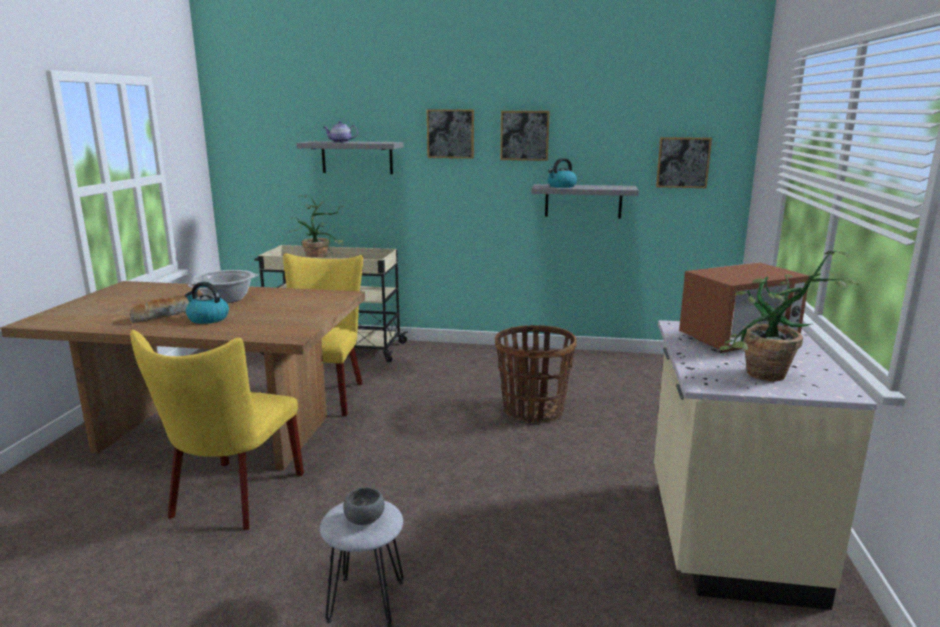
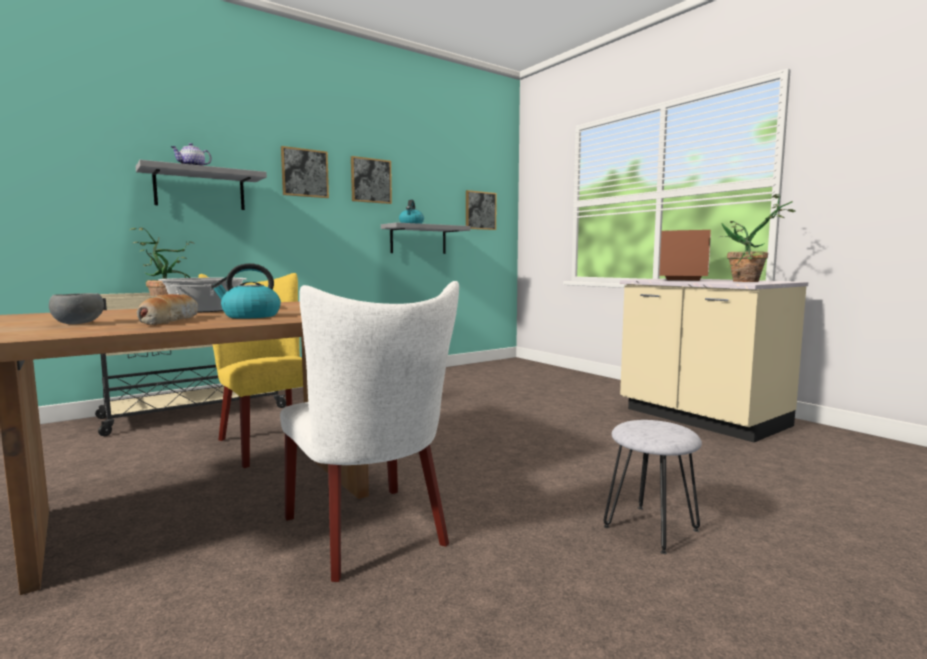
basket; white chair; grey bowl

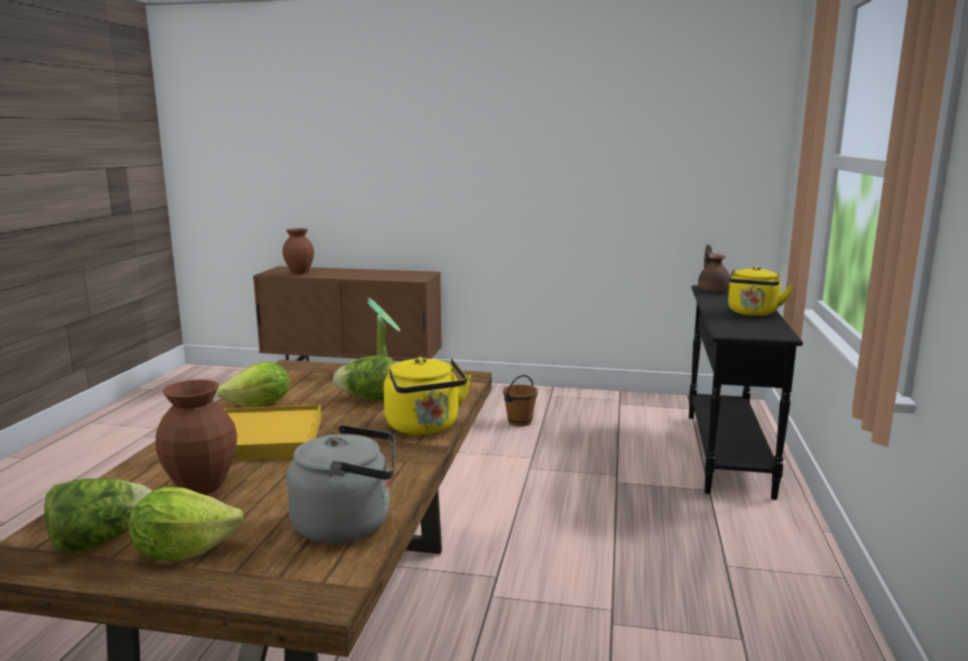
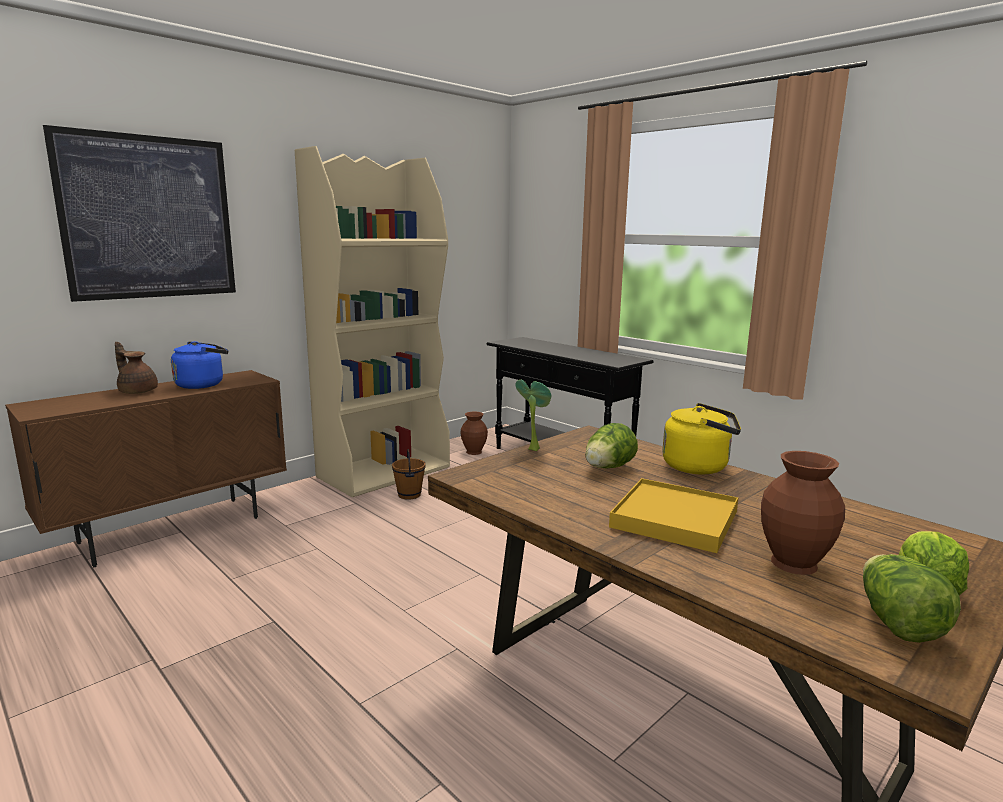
brown vase (1st from left); brown teapot; yellow kettle (2nd from left in the first image); lettuce (3rd from left in the first image); grey kettle; picture; beige bookcase; blue kettle

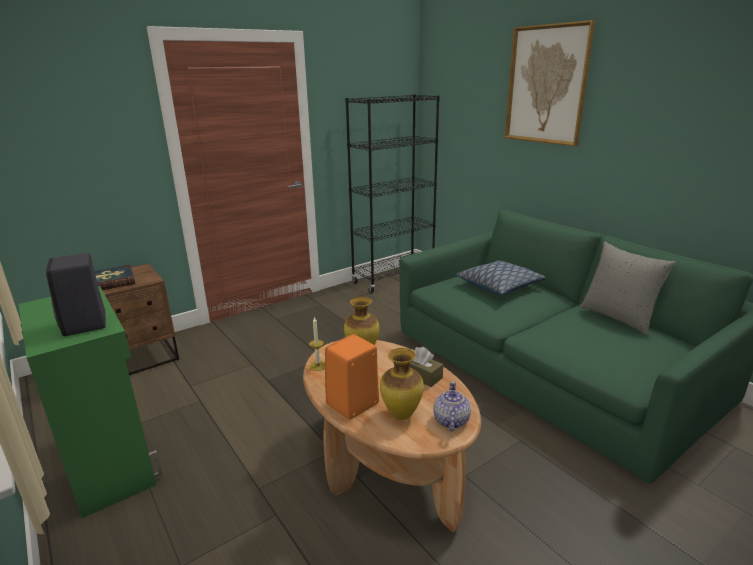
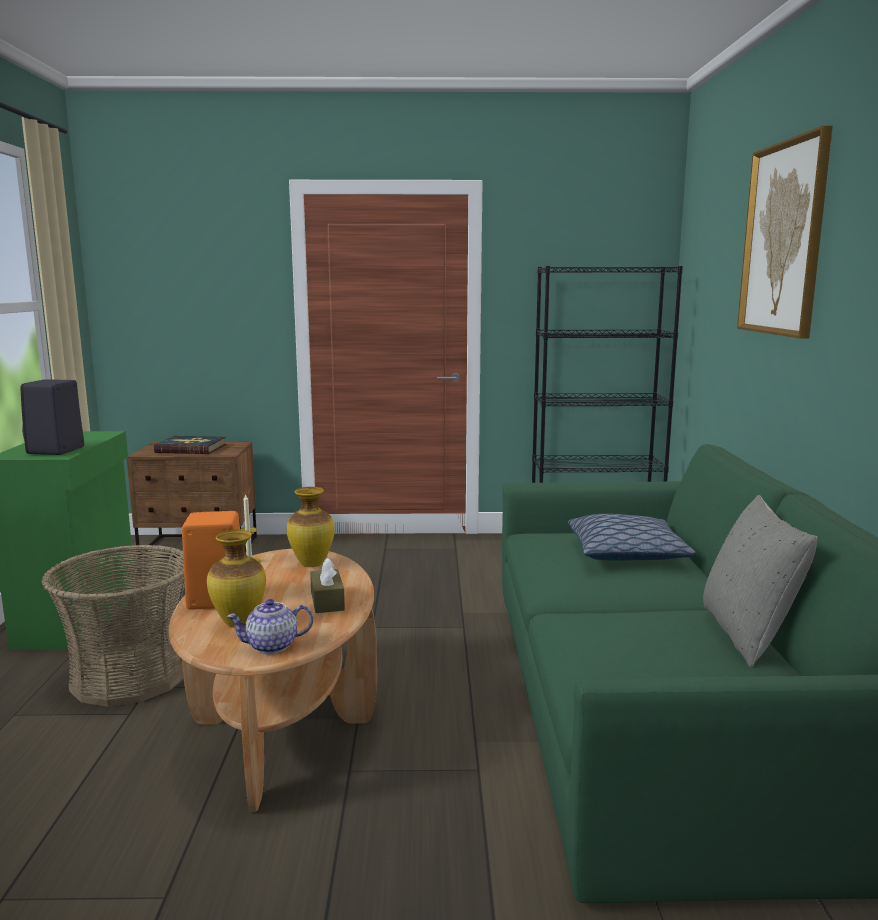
teapot; basket

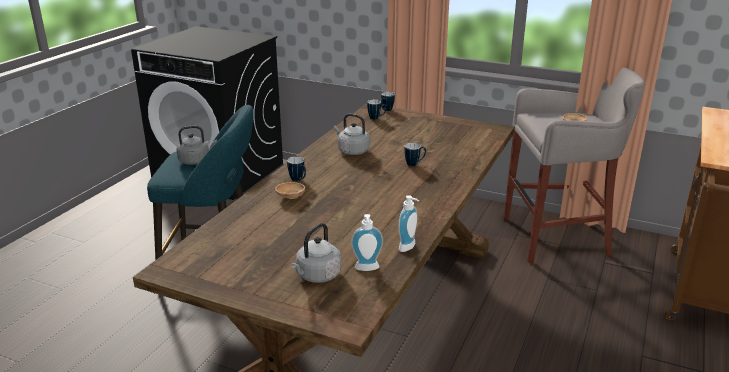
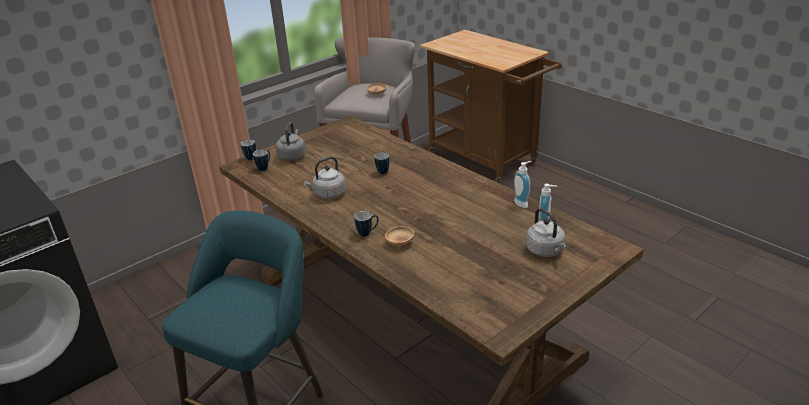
grey kettle (1st from left)

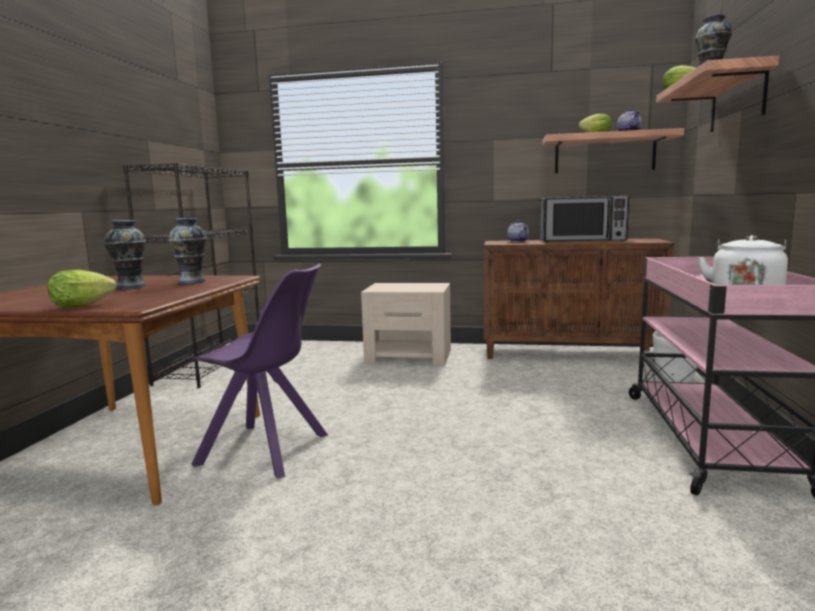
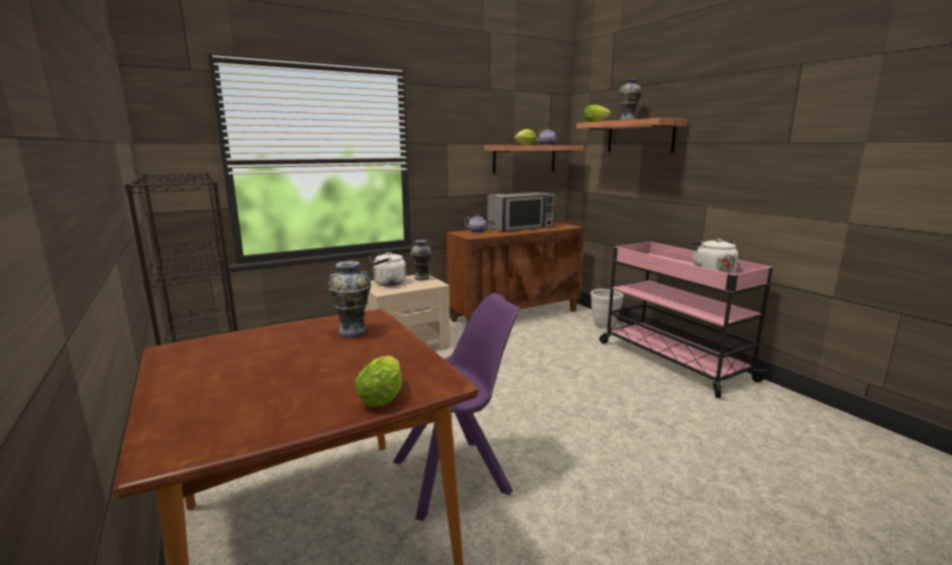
vase (2nd from left); white kettle (1st from left)

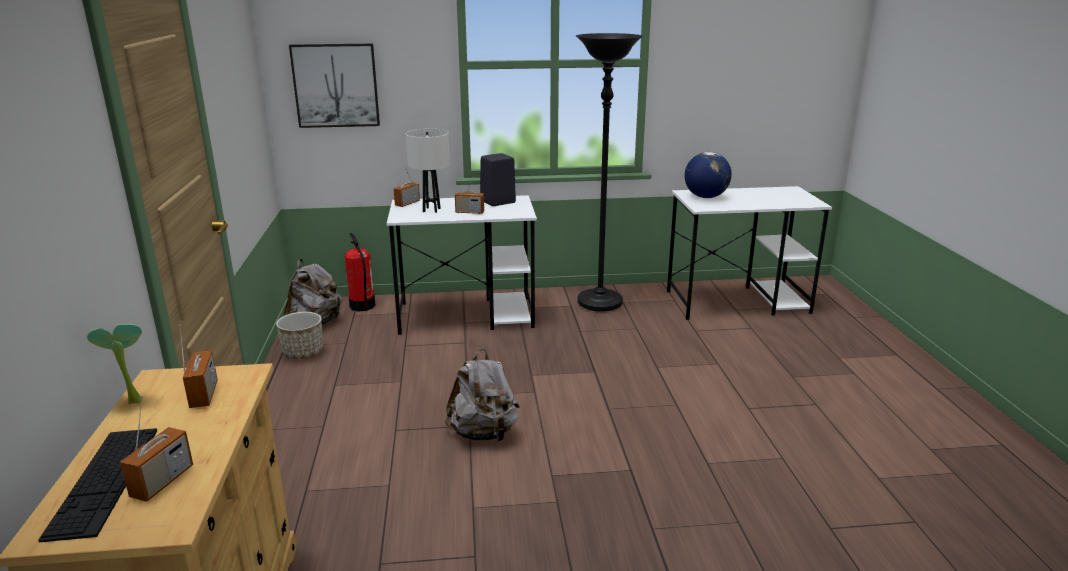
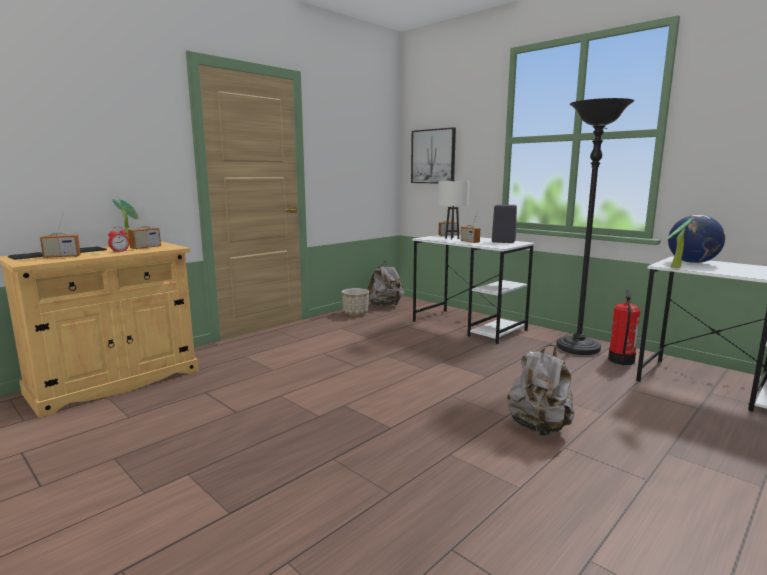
fire extinguisher; grey backpack (2nd from left); potted plant (2nd from left); alarm clock

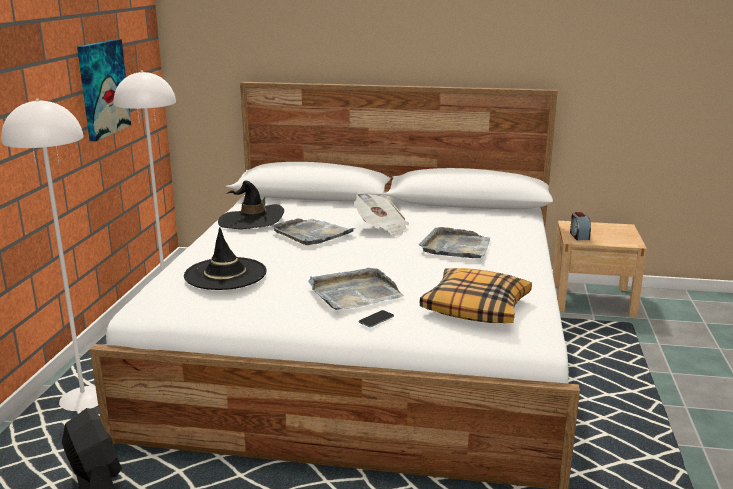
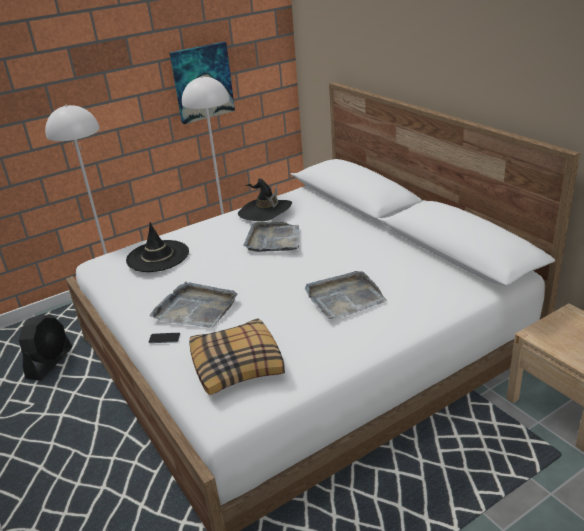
newspaper; alarm clock

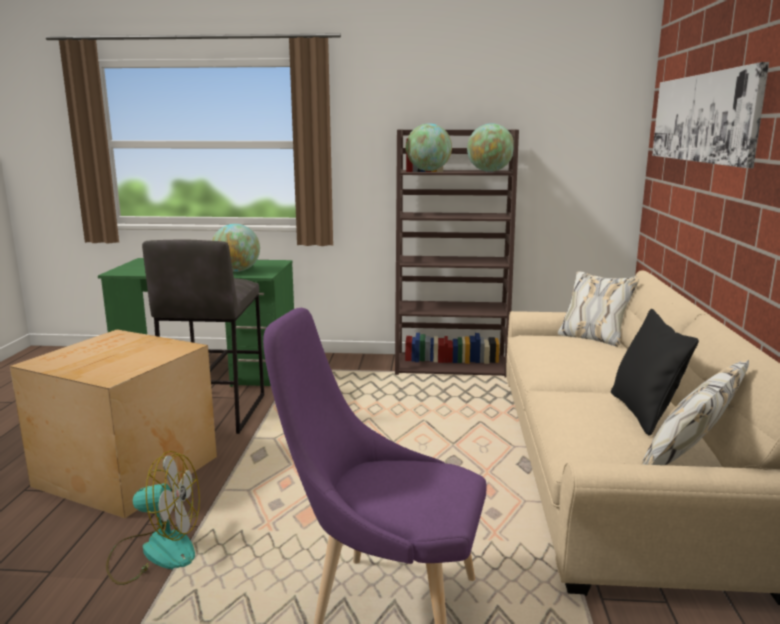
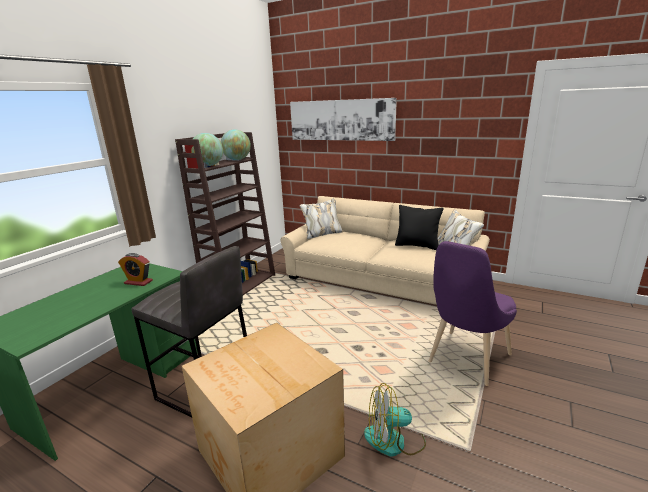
alarm clock; fan

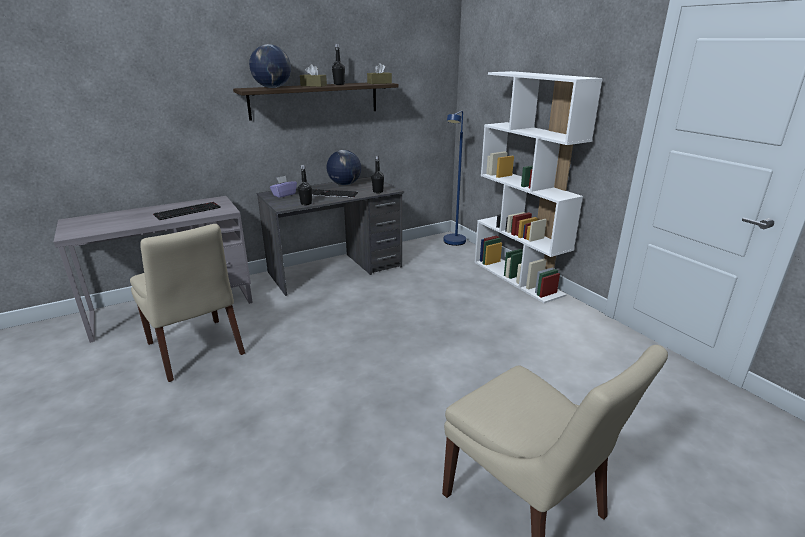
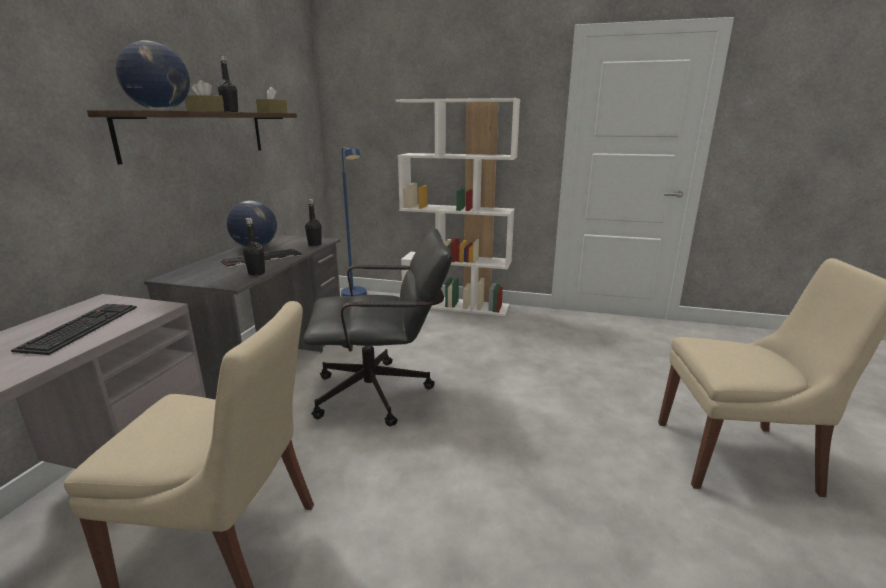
purple tissue box; black office chair

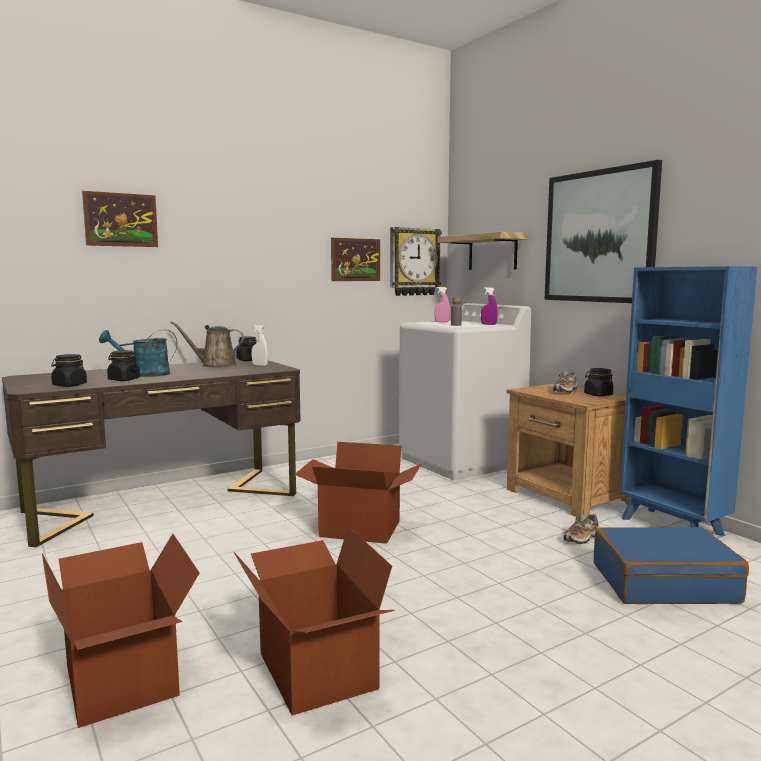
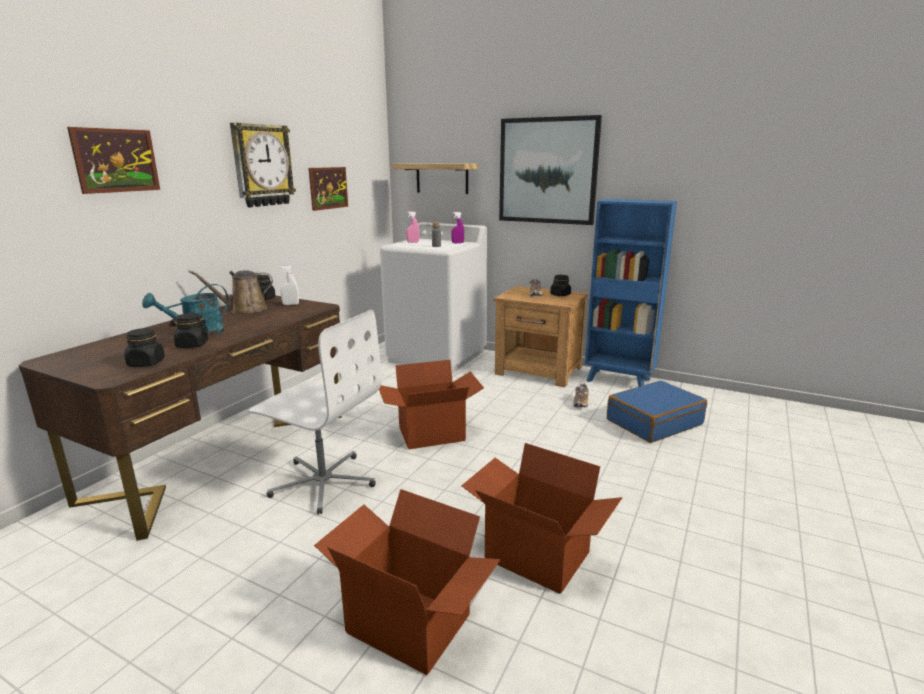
wall clock; white office chair

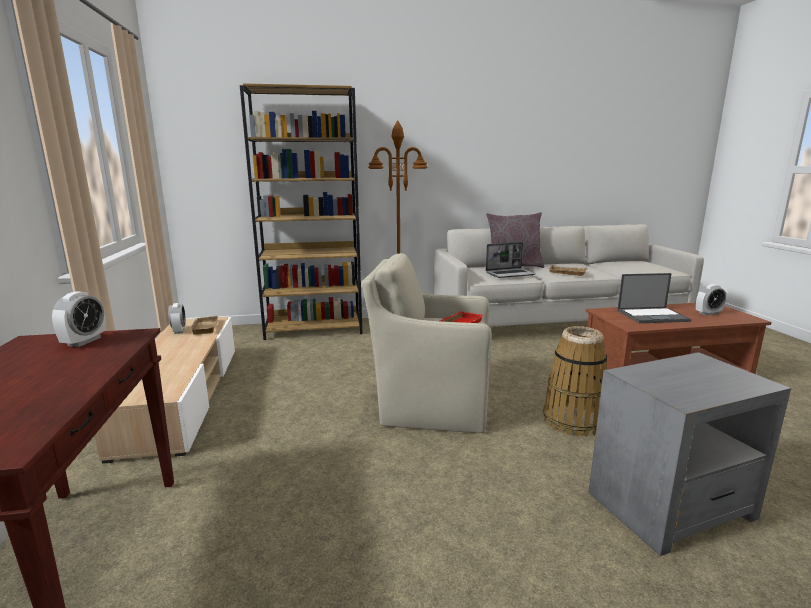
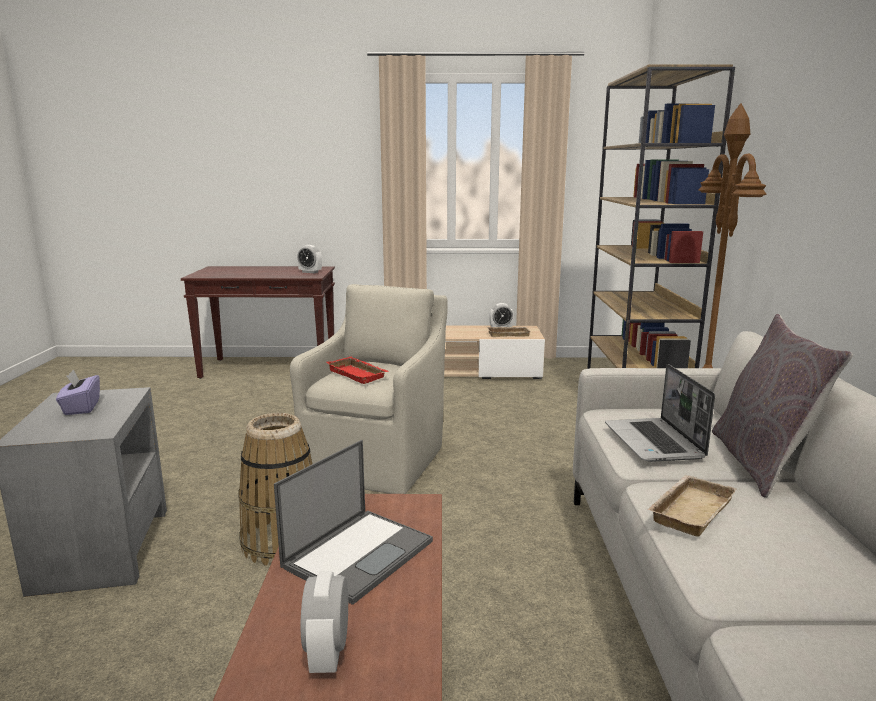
laptop (1st from left); purple tissue box

